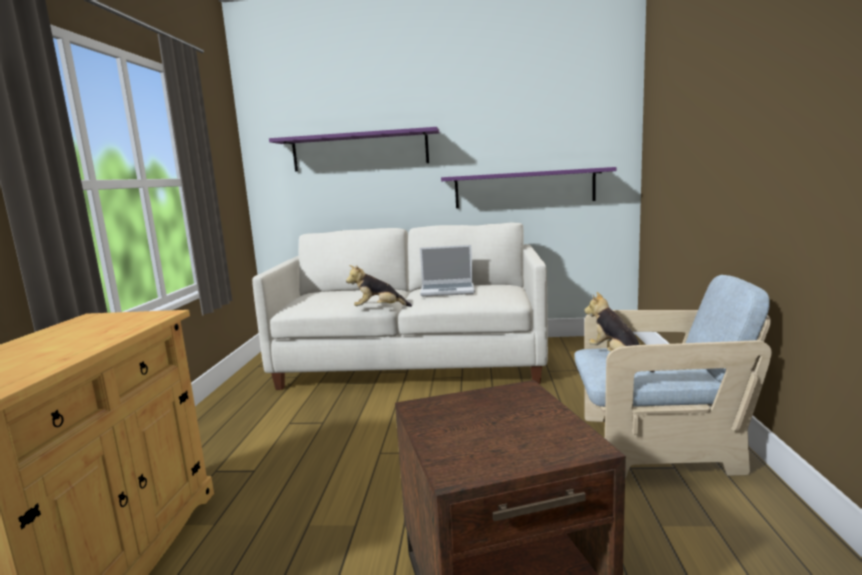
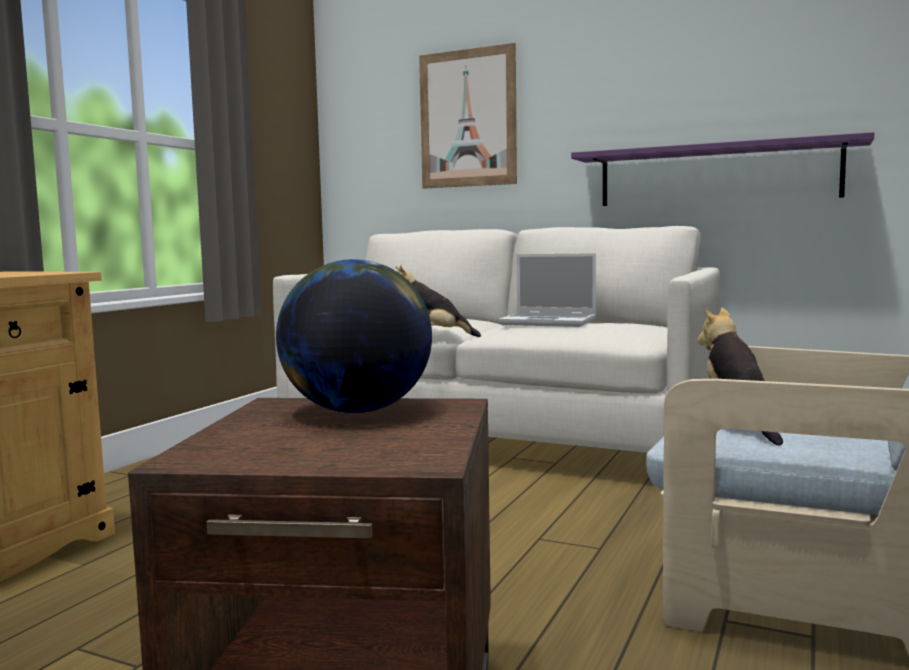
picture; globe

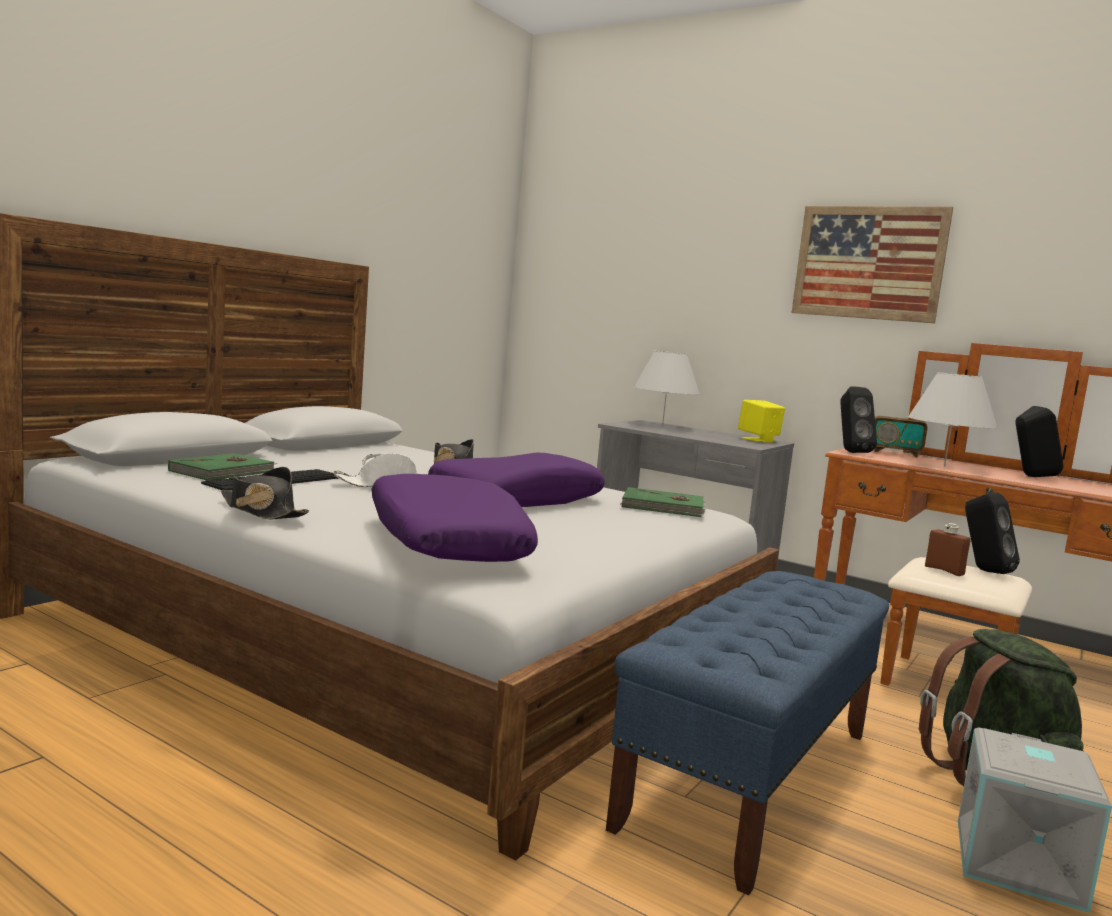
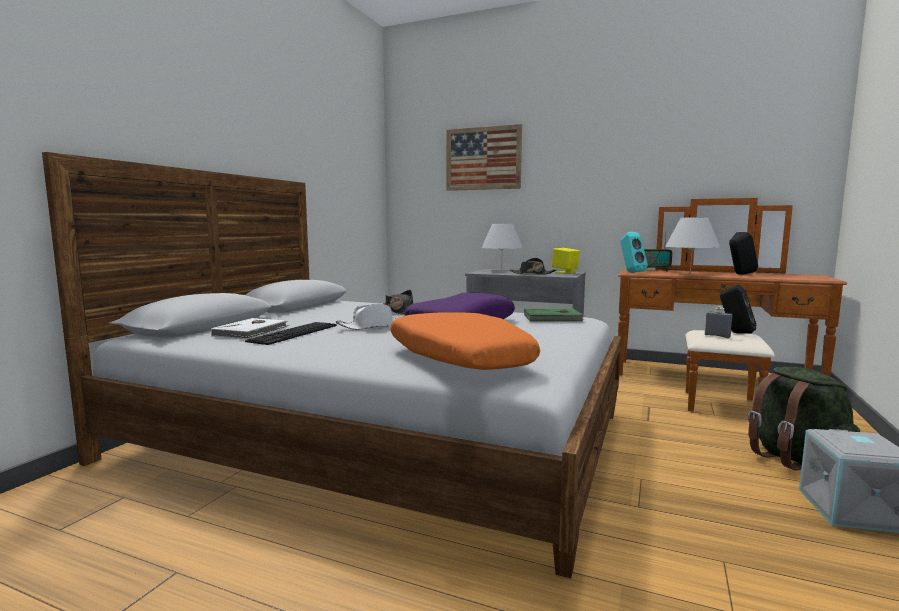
picture; turquoise speaker; white book; black hat (2nd from left); orange pillow; grey bottle; blue bench

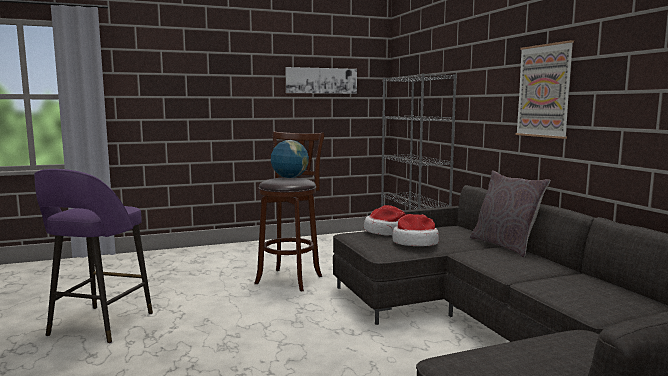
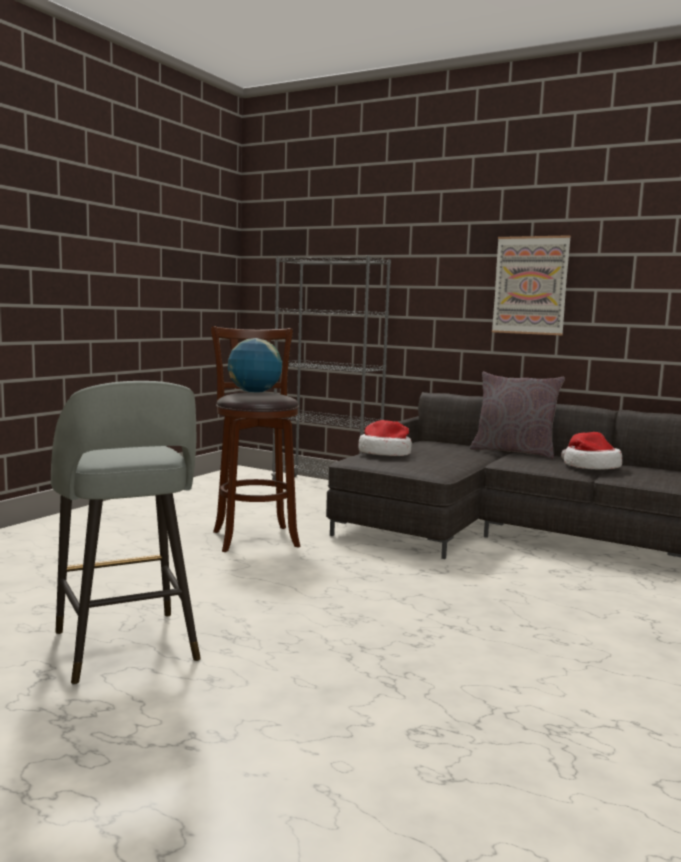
picture (1st from left in the first image); grey stool; hat (2nd from left)

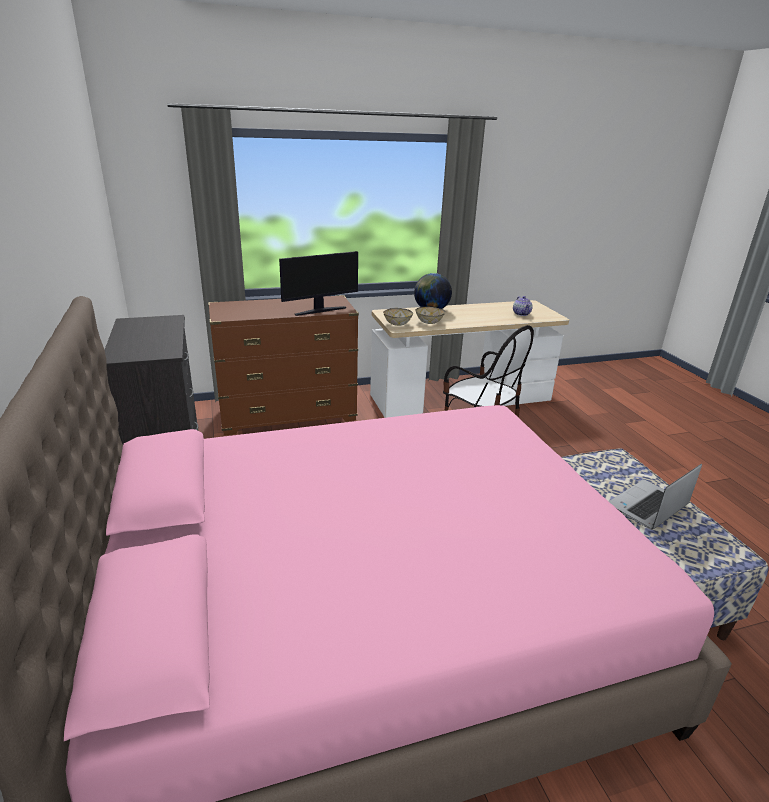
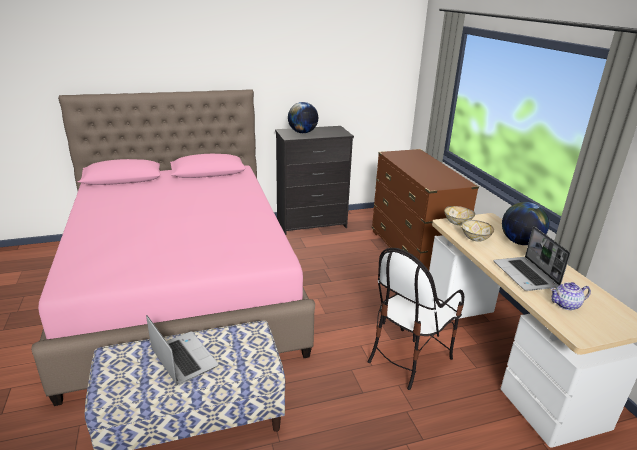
monitor; globe (1st from left); laptop (2nd from left)

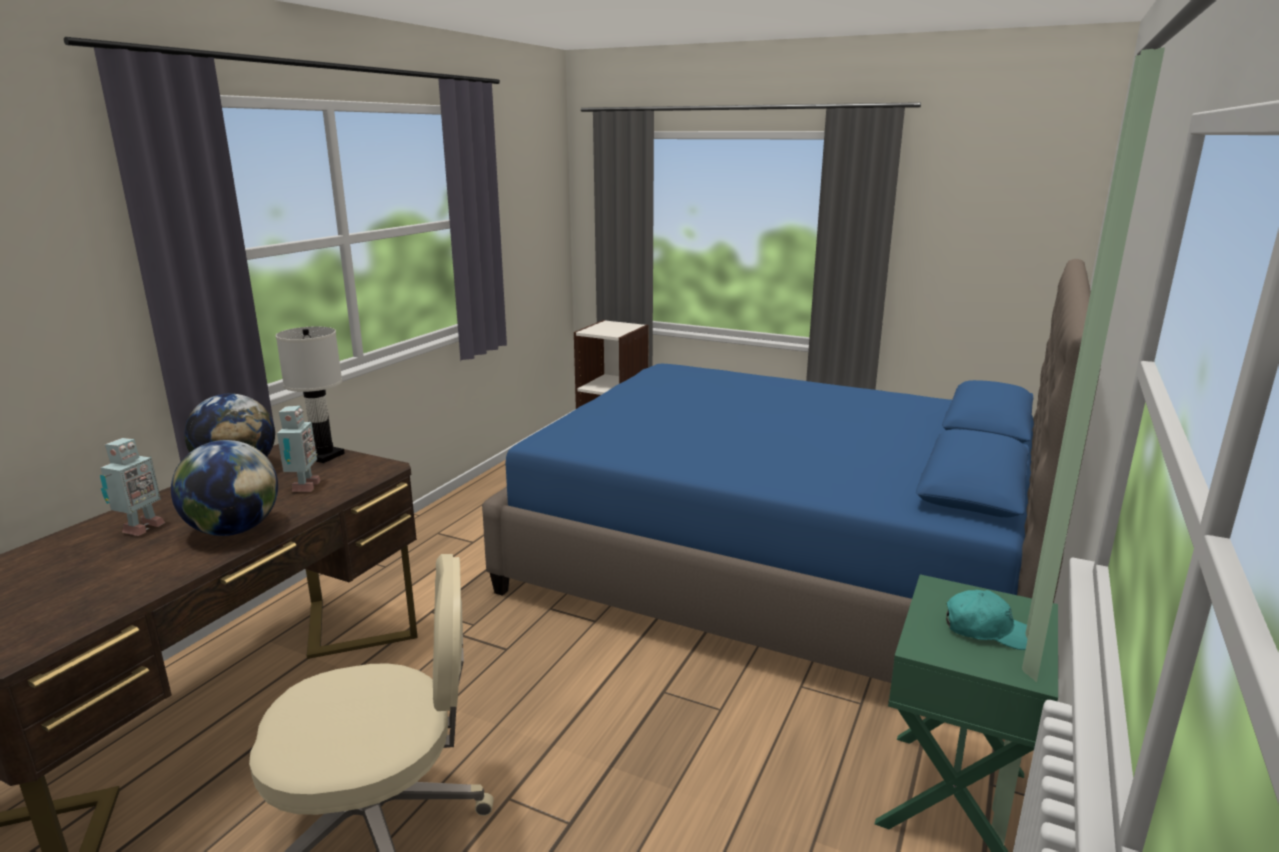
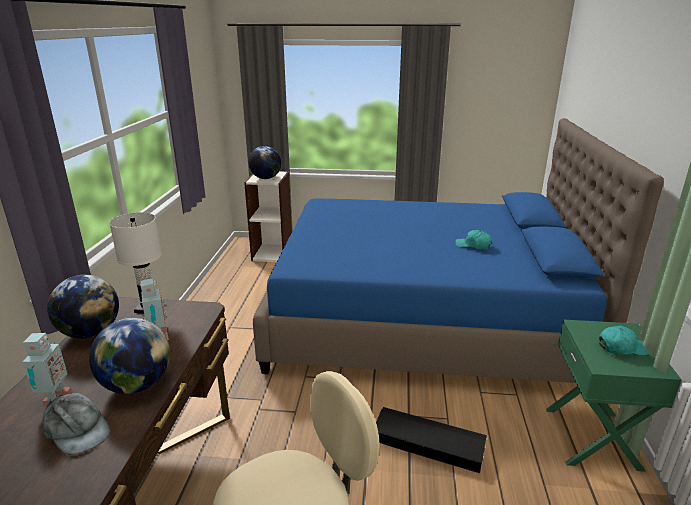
globe (3rd from left); turquoise cap (1st from left); grey cap; black storage box

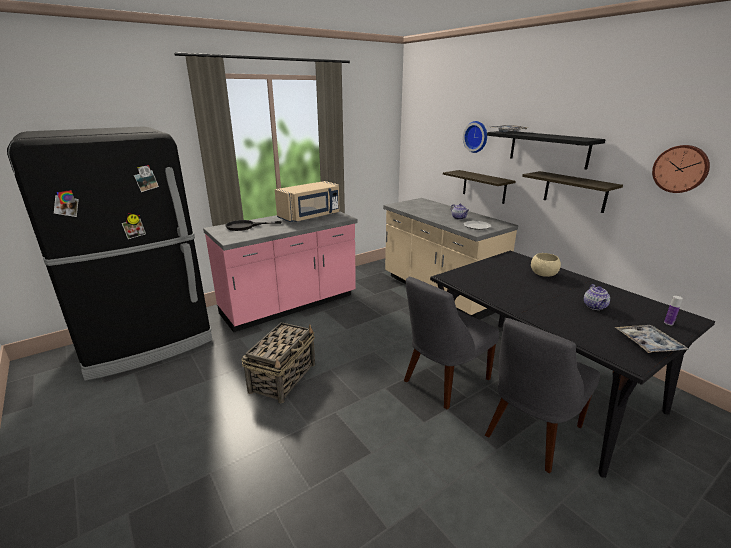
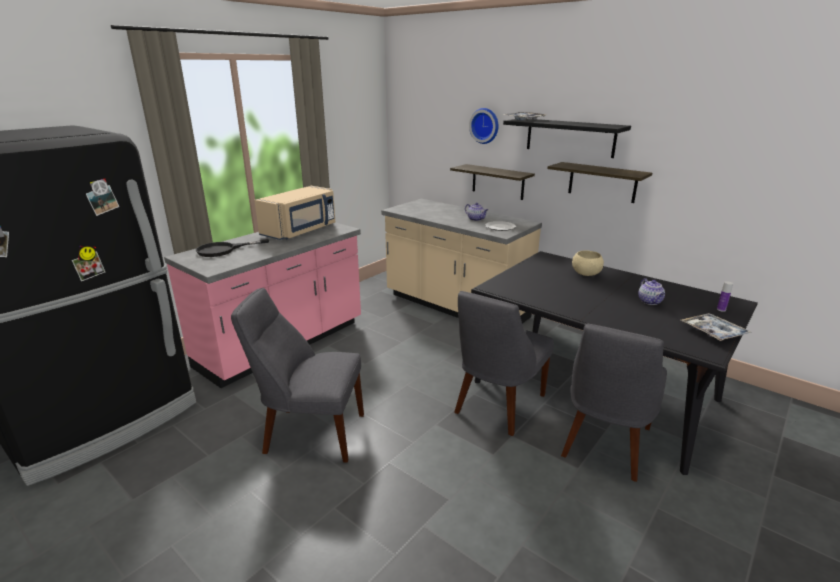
wall clock (2nd from left in the first image); grey chair (1st from left)

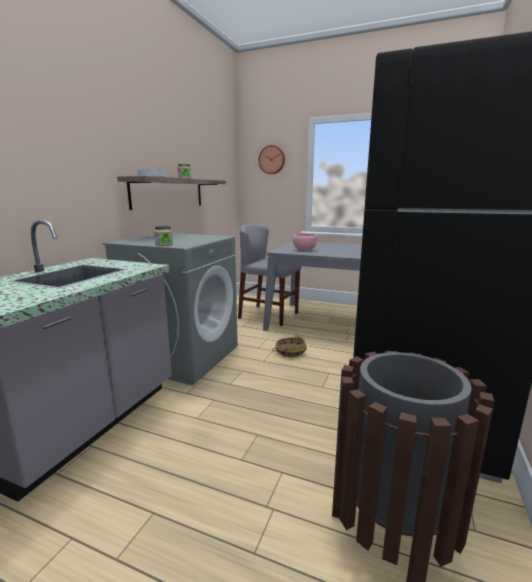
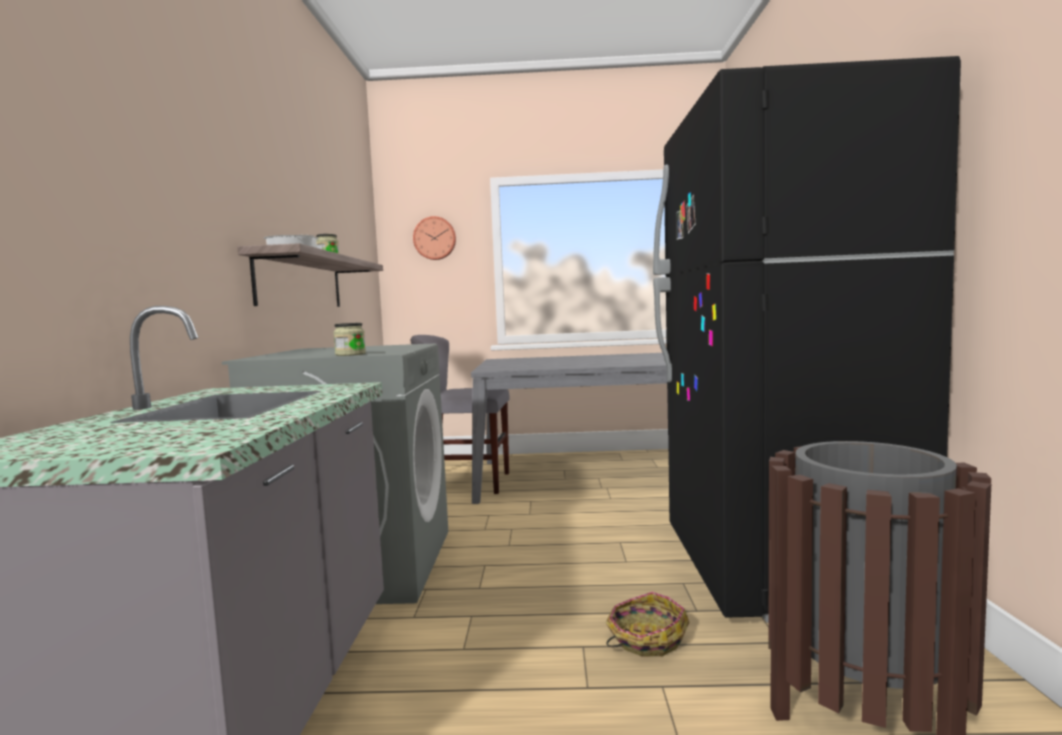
pink bowl; basket

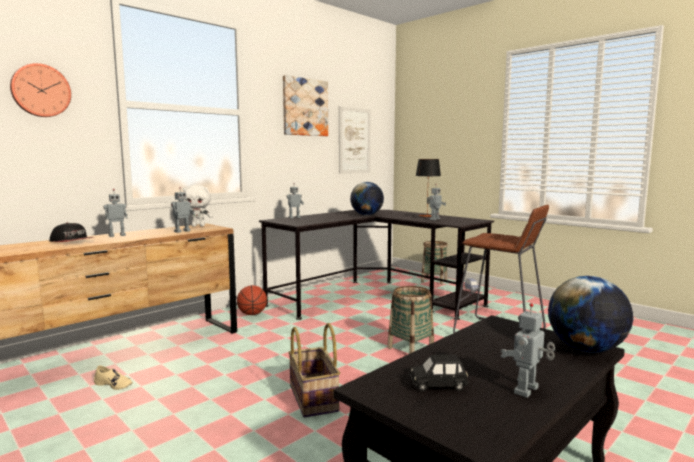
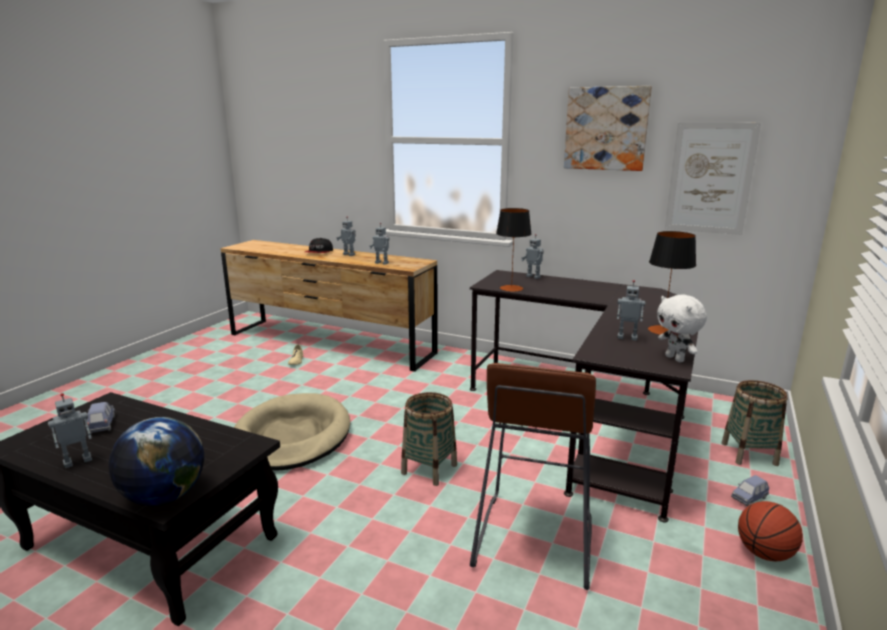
wall clock; globe (1st from left in the first image); white plush toy; basketball; toy robot (1st from left); beige dog bed; blue toy car (1st from left); table lamp (1st from left)

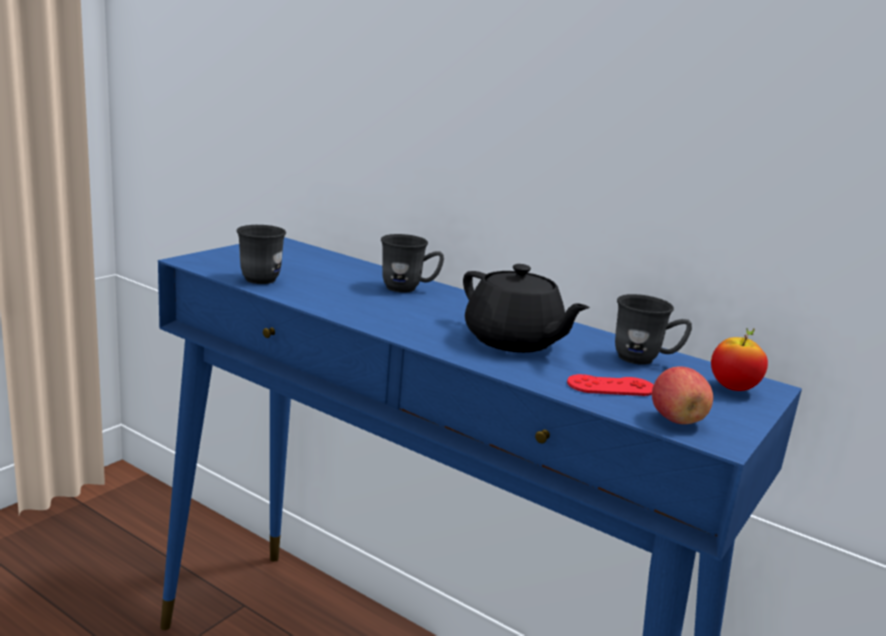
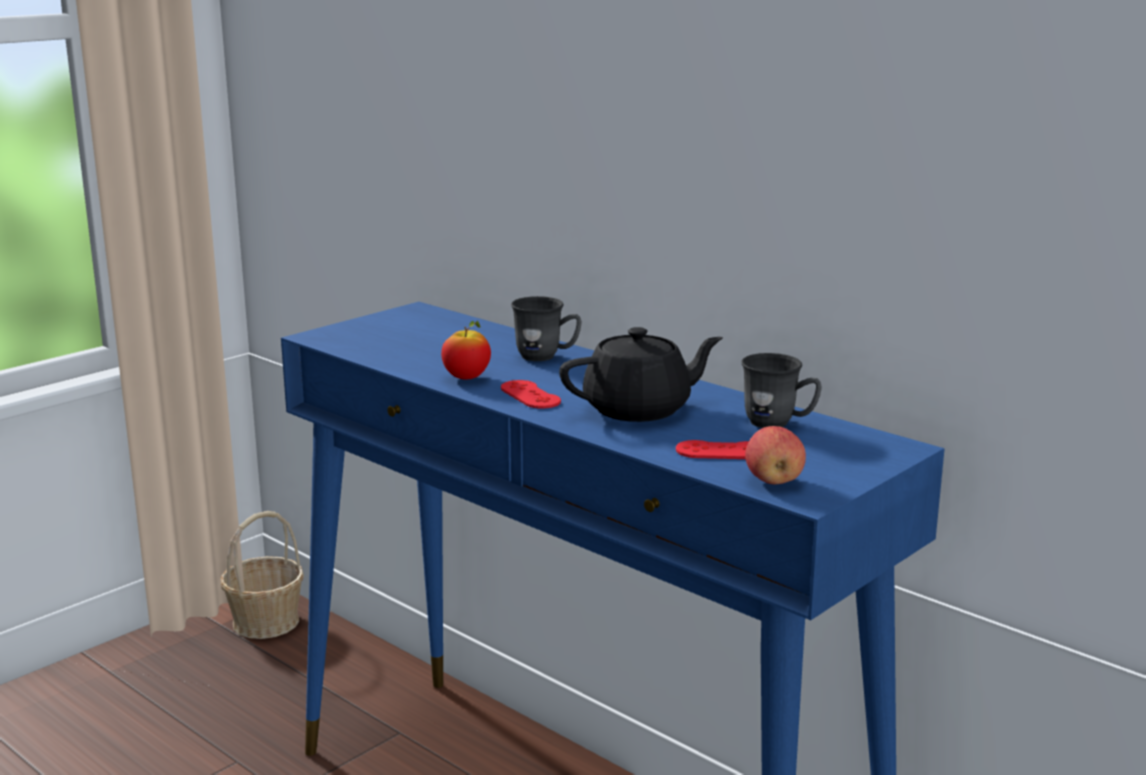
grey mug (1st from left in the first image); black teapot; apple (1st from left); red game controller (1st from left); basket

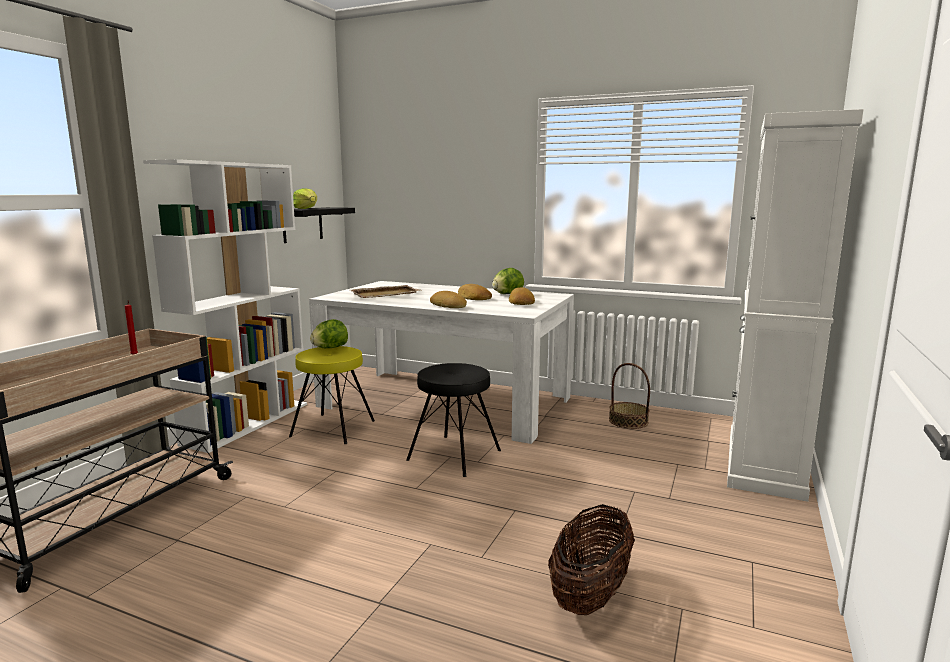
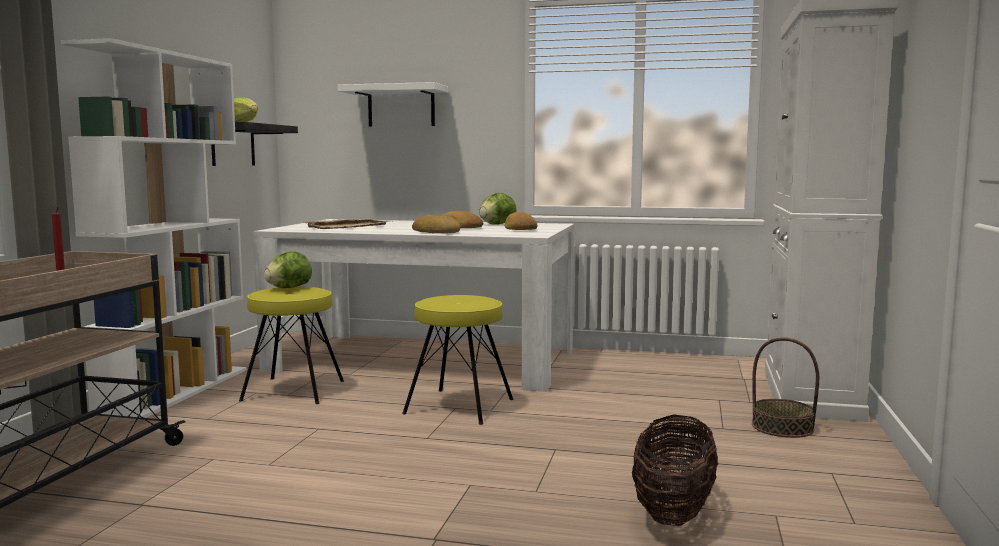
yellow stool (2nd from left); basket (2nd from left); white shelf

